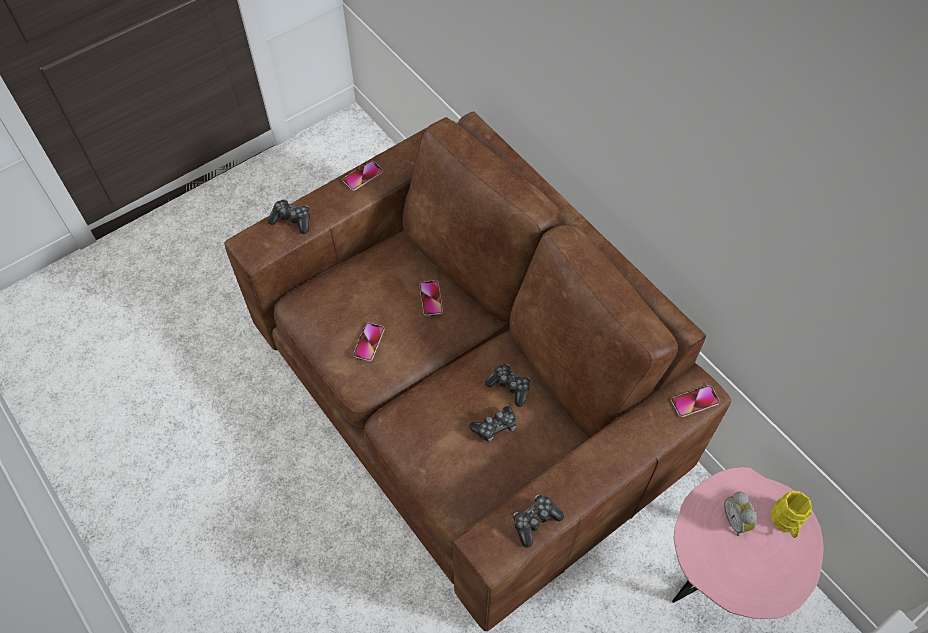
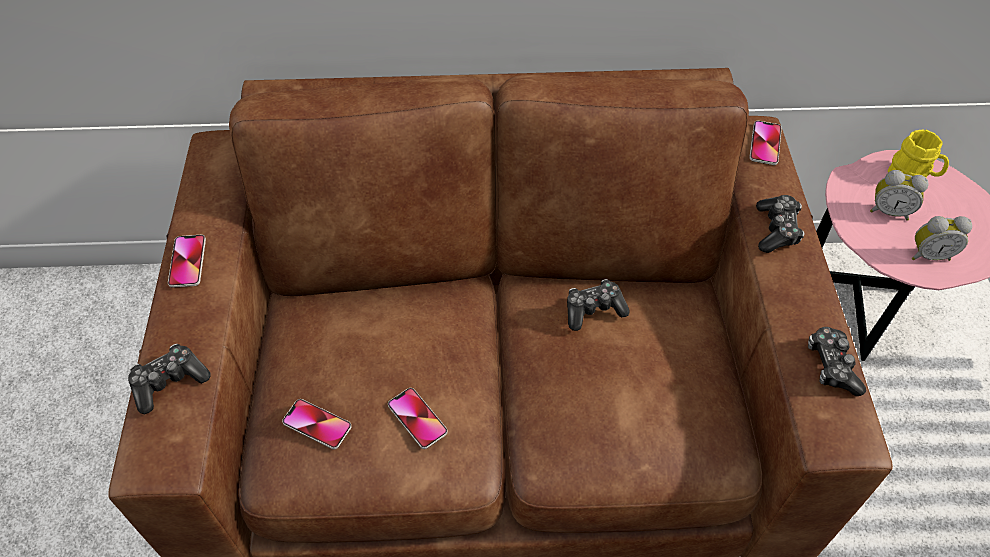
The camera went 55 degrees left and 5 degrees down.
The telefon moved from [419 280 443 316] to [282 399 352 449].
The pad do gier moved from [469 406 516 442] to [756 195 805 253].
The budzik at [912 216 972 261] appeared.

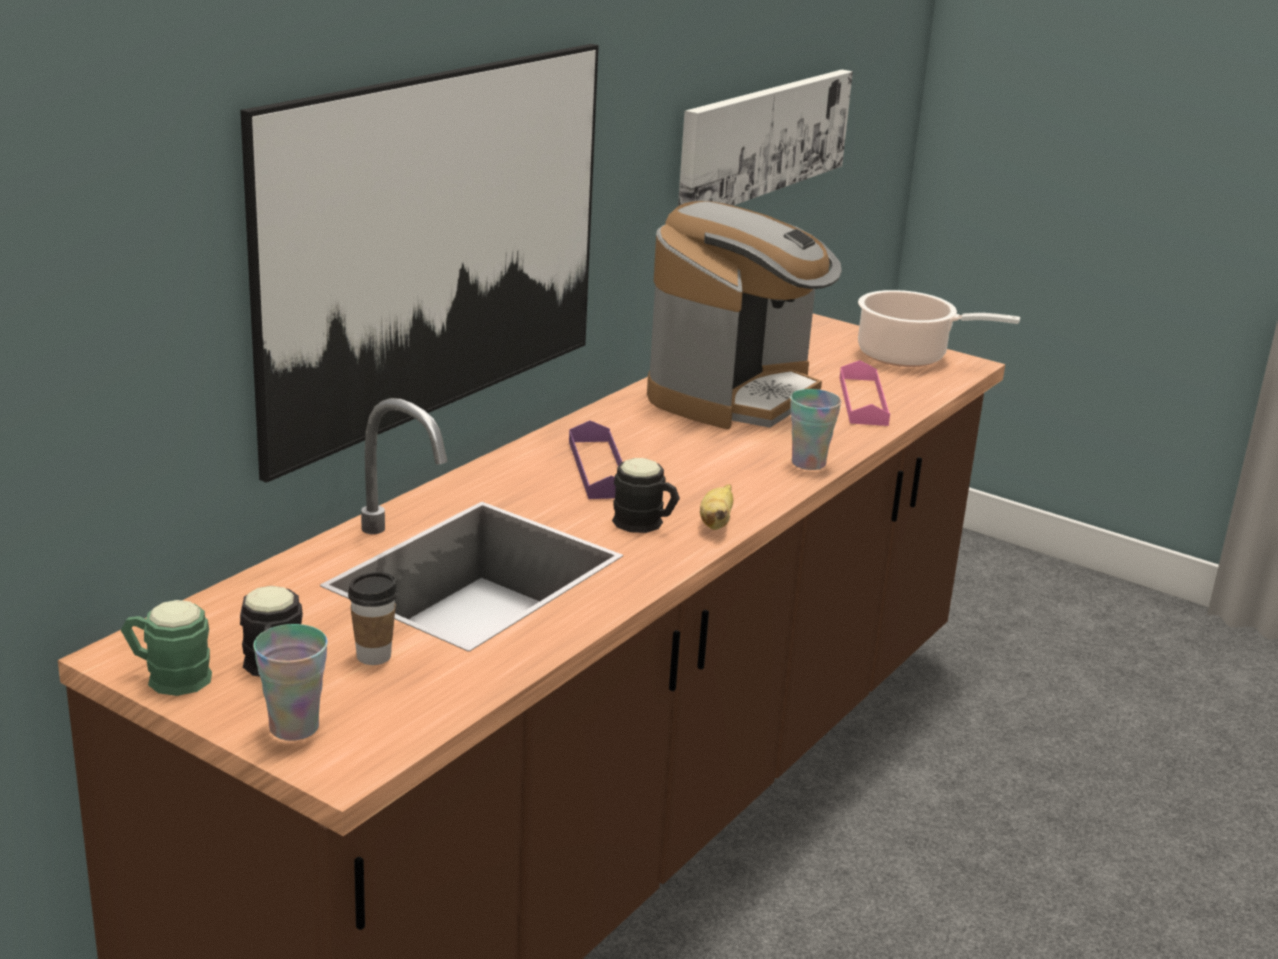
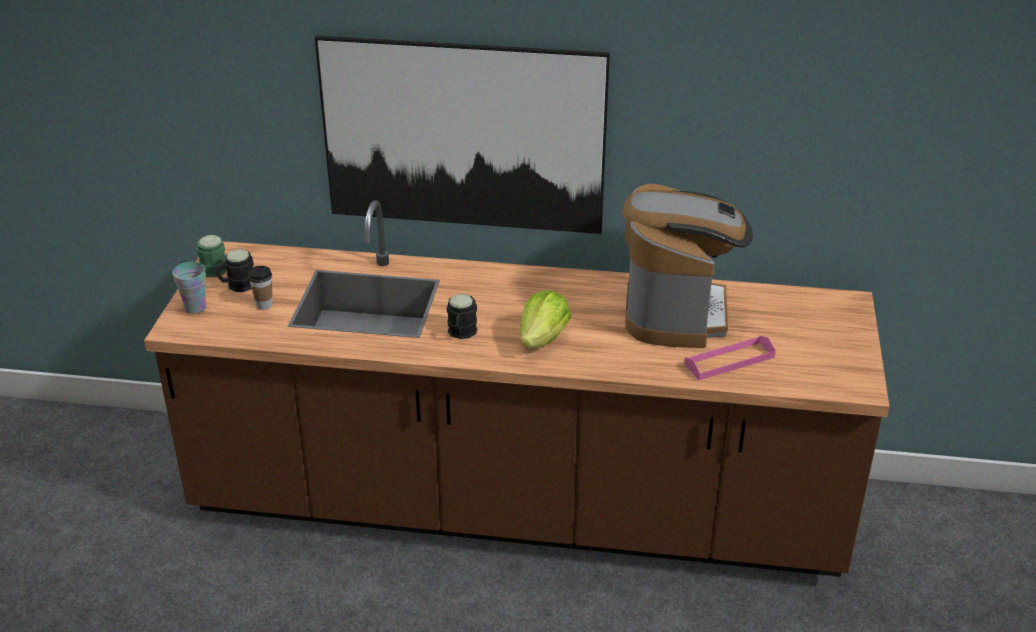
The camera went 65 degrees right and 10 degrees up.
The taca [fioletowy] at [569 420 622 499] disappeared.
The ekspres do kawy at [647 201 842 429] turned 90 degrees counterclockwise.
The obraz at [678 70 853 206] disappeared.
The banan at [700 484 733 530] disappeared.
The filiżanka at [790 389 841 470] disappeared.
The garnek at [858 290 1020 367] disappeared.
The sałata at [520 290 571 349] appeared.

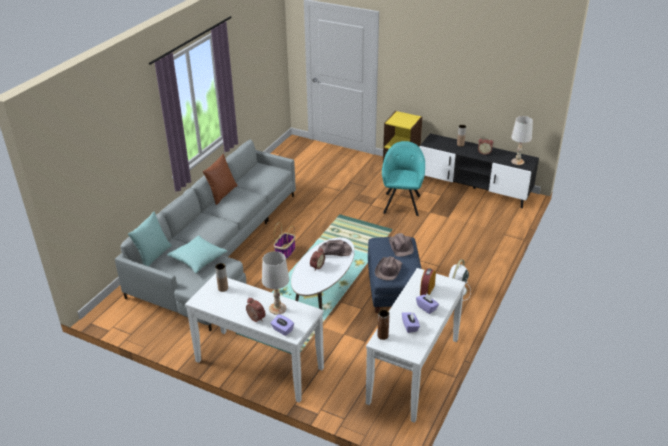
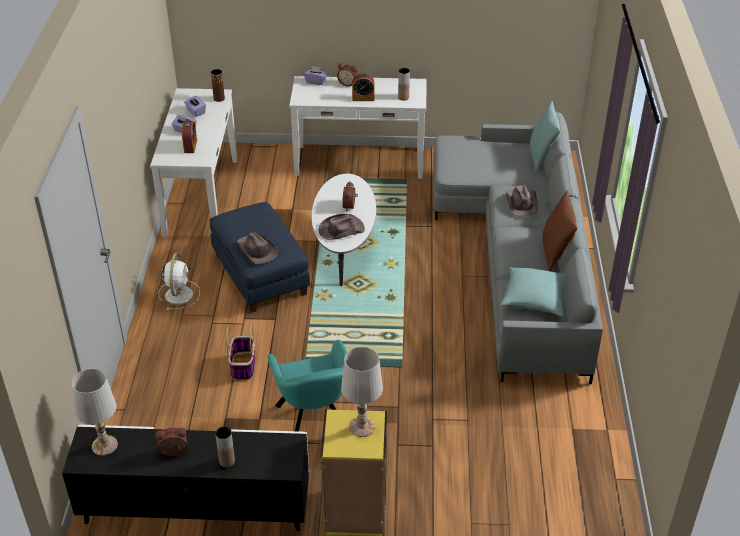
The camera went 155 degrees right and 5 degrees up.
The poduszka [turkusowy] moved from [167 236 227 273] to [500 267 565 316].
The lampa stołowa [biały] moved from [262 251 289 315] to [341 347 383 437].
The koszyk moved from [274 222 295 259] to [226 325 255 380].
The kapelusz [brązowy] moved from [375 256 403 281] to [506 185 538 216].
The budzik at [352 73 375 101] appeared.

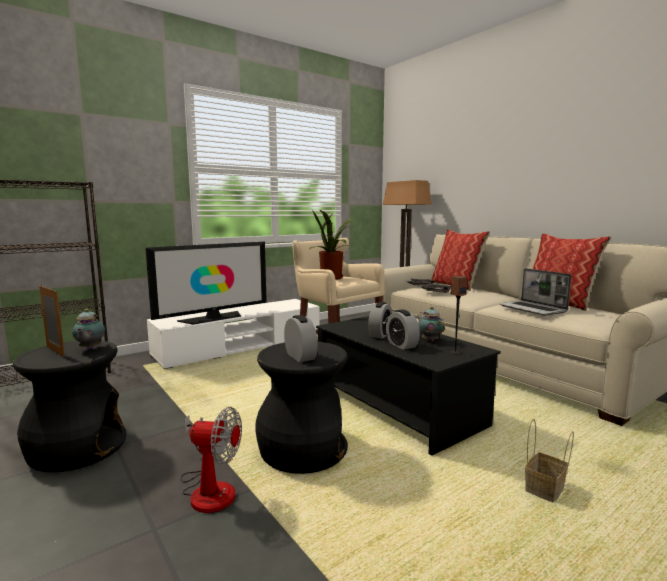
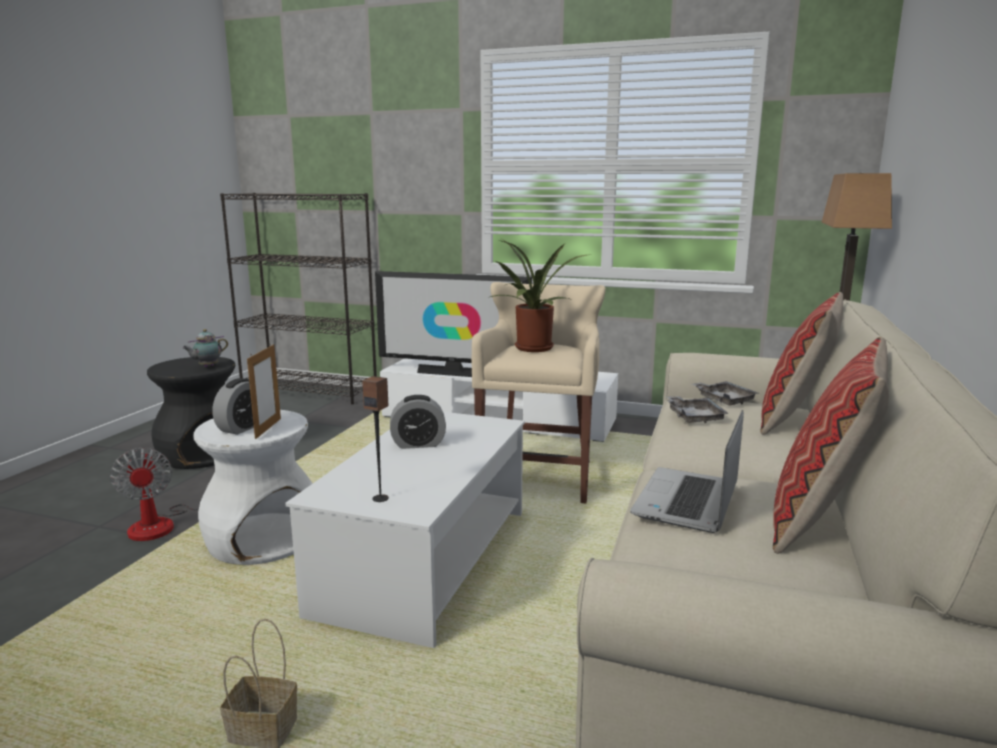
The camera went 55 degrees right and 5 degrees up.
The ramka na zdjęcie moved from [39 286 65 357] to [247 344 281 439].
The stołek [czarny] at [255 342 348 474] became the stołek [biały] at [194 410 313 565].
The ława [czarny] at [316 316 501 456] became the ława [biały] at [285 412 525 648].
The budzik at [386 310 420 350] disappeared.
The imbryk at [417 306 445 342] disappeared.

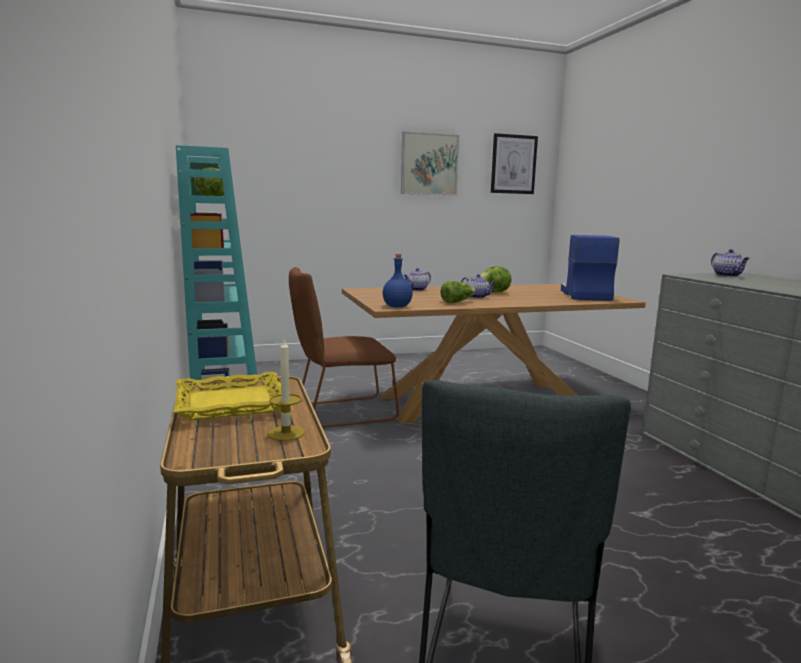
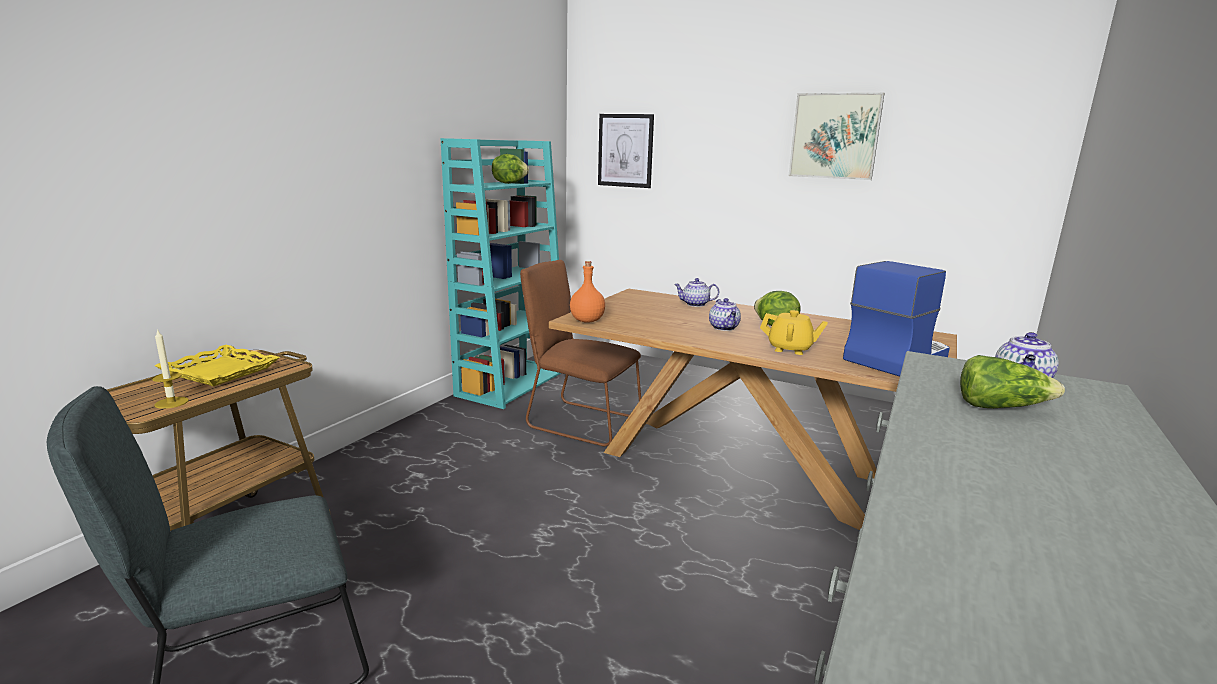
The camera went 45 degrees right and 5 degrees up.
The butelka [niebieski] at [383 254 413 308] became the butelka [pomarańczowy] at [570 261 605 323].
The sałata moved from [440 281 476 303] to [960 355 1065 408].
The obraz moved from [491 133 538 194] to [598 114 654 188].
The imbryk [żółty] at [760 310 828 355] appeared.

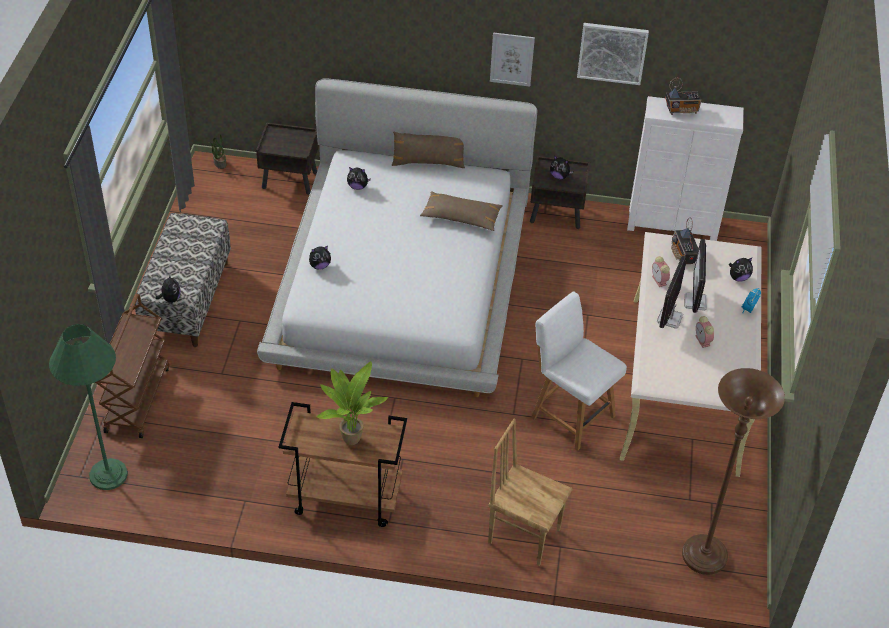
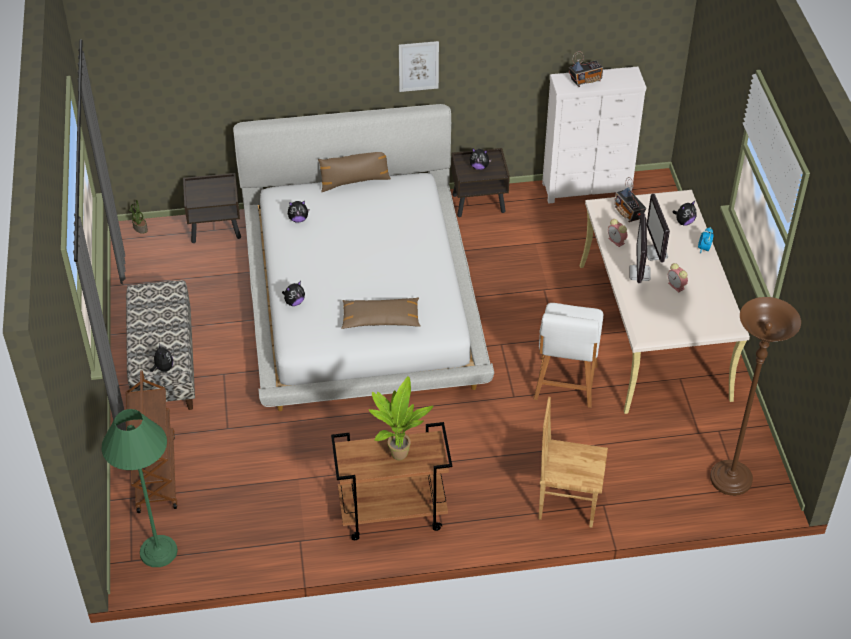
The camera went 15 degrees left and 0 degrees up.
The poduszka [brązowy] moved from [420 191 503 231] to [341 298 421 329].
The krzesło [biały] at [531 291 627 451] turned 105 degrees counterclockwise.
The obraz at [577 23 649 85] disappeared.

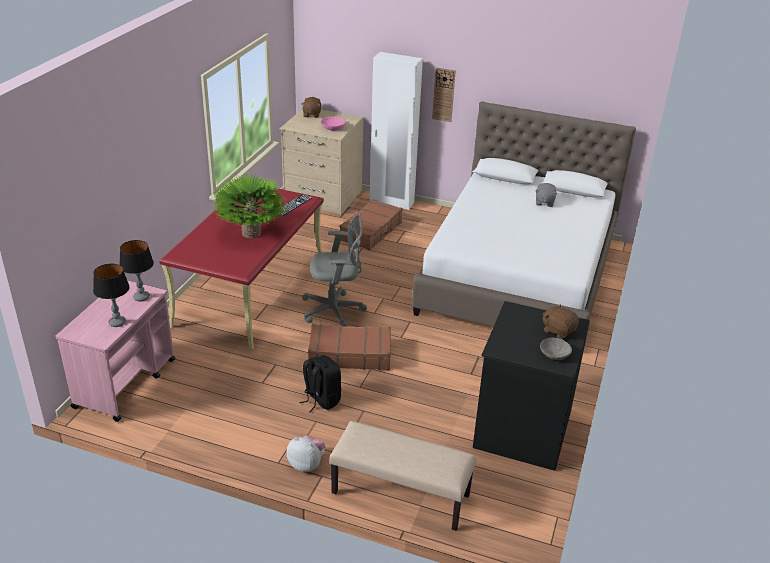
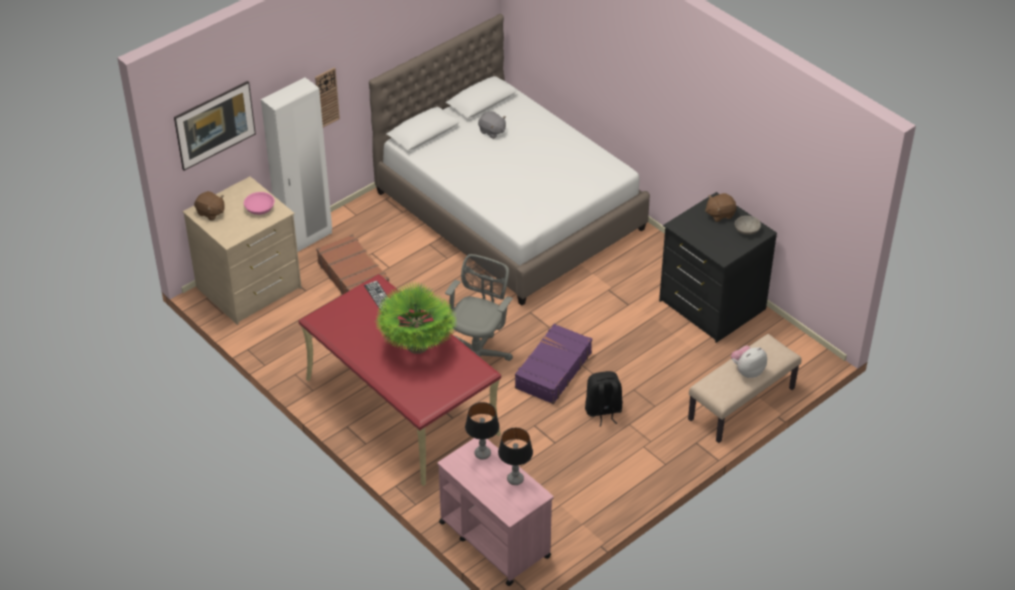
The camera went 60 degrees left and 10 degrees up.
The pluszak moved from [287 435 326 472] to [731 345 767 378].
The walizka [brązowy] at [308 324 391 370] became the walizka [fioletowy] at [515 323 592 404].
The obraz at [174 81 256 171] appeared.

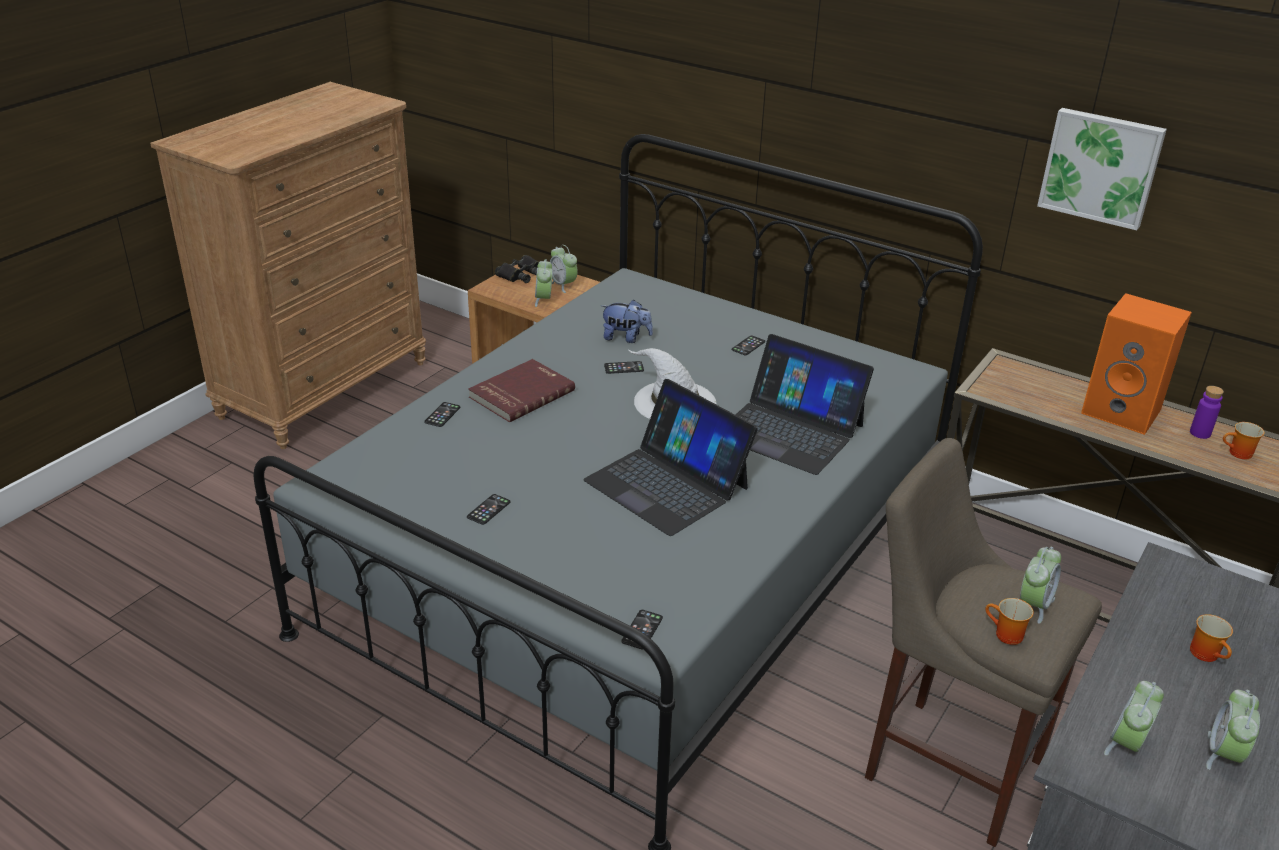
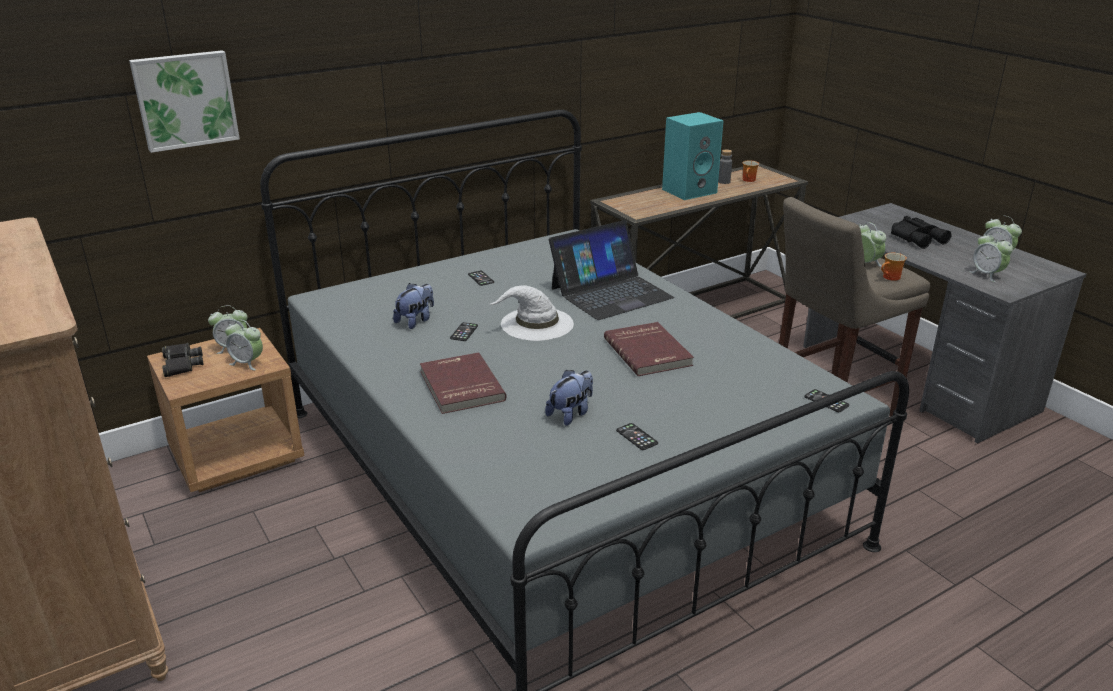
The camera went 65 degrees left and 5 degrees down.
The telefon at [424 402 460 427] disappeared.
The laptop at [583 379 758 536] was replaced by the książka [czerwony] at [604 322 694 376].
The obraz moved from [1037 108 1167 230] to [129 50 240 153].
The głośnik [pomarańczowy] at [1081 293 1192 435] became the głośnik [turkusowy] at [662 112 724 200].
The butelka [fioletowy] at [1190 386 1224 439] became the butelka [szary] at [718 150 732 184].
The kubek at [1190 614 1233 662] was replaced by the lornetka [czarny] at [891 216 951 249].
The pluszak at [545 370 593 426] appeared.

